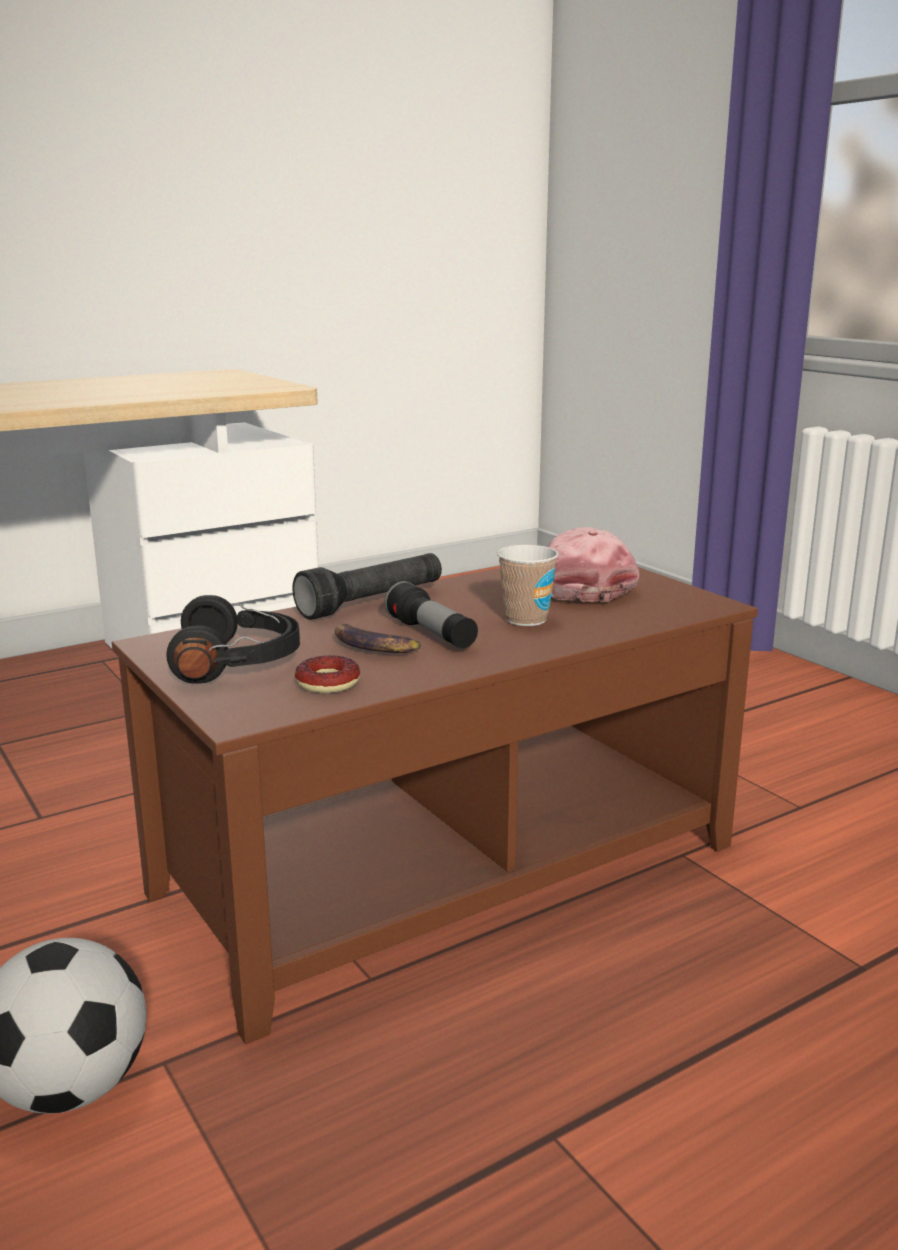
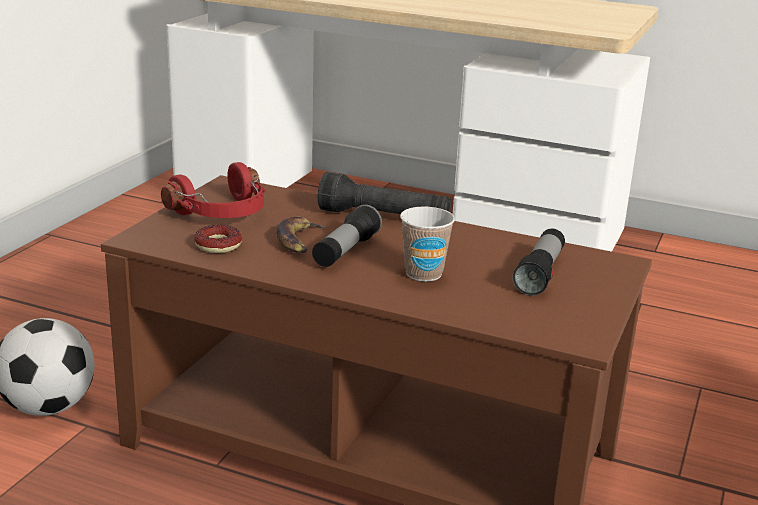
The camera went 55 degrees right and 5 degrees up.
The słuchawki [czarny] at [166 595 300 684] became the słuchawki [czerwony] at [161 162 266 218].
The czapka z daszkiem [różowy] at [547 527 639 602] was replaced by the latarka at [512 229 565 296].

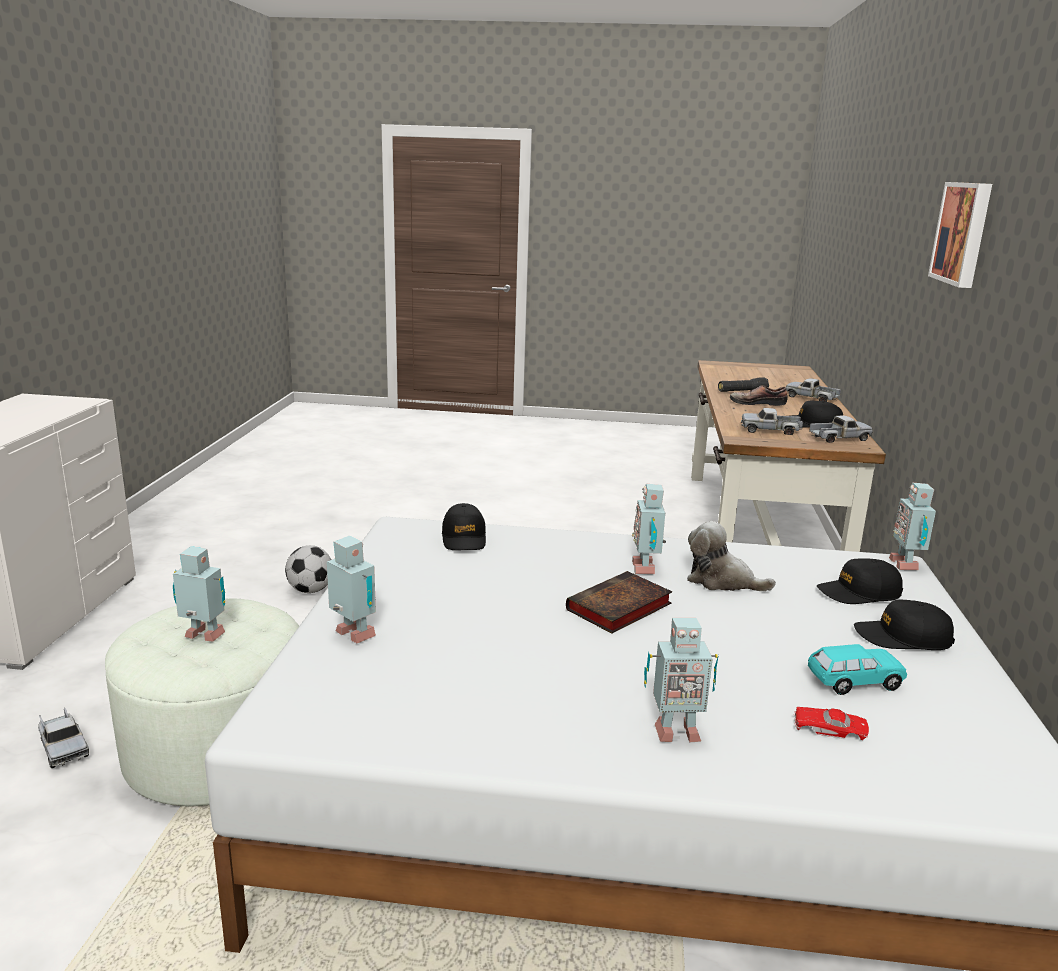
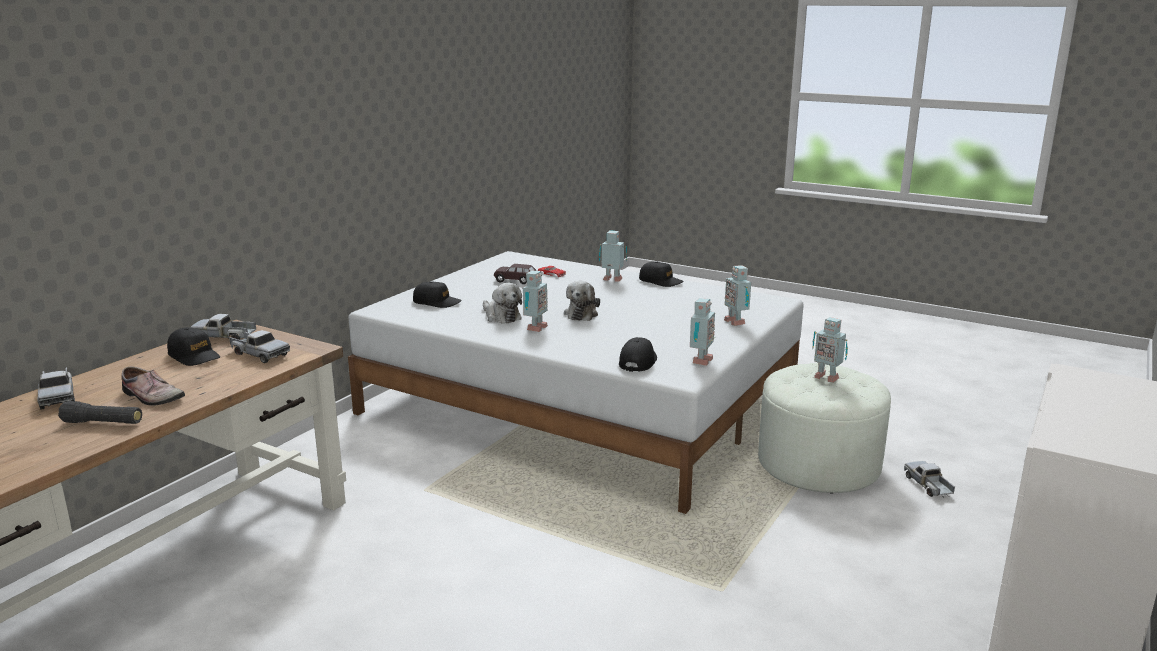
The camera went 155 degrees left and 0 degrees up.
The piłka futbolowa at [285 545 331 593] disappeared.
The książka at [566 571 672 634] was replaced by the pluszak at [564 281 600 321].
The samochodzik [turkusowy] at [808 644 907 695] became the samochodzik [brązowy] at [494 264 536 284].
The czapka z daszkiem [czarny] moved from [854 600 955 650] to [639 261 684 287].
The robot zabawkowy moved from [889 482 936 570] to [690 298 715 366].
The obraz at [928 182 992 288] disappeared.

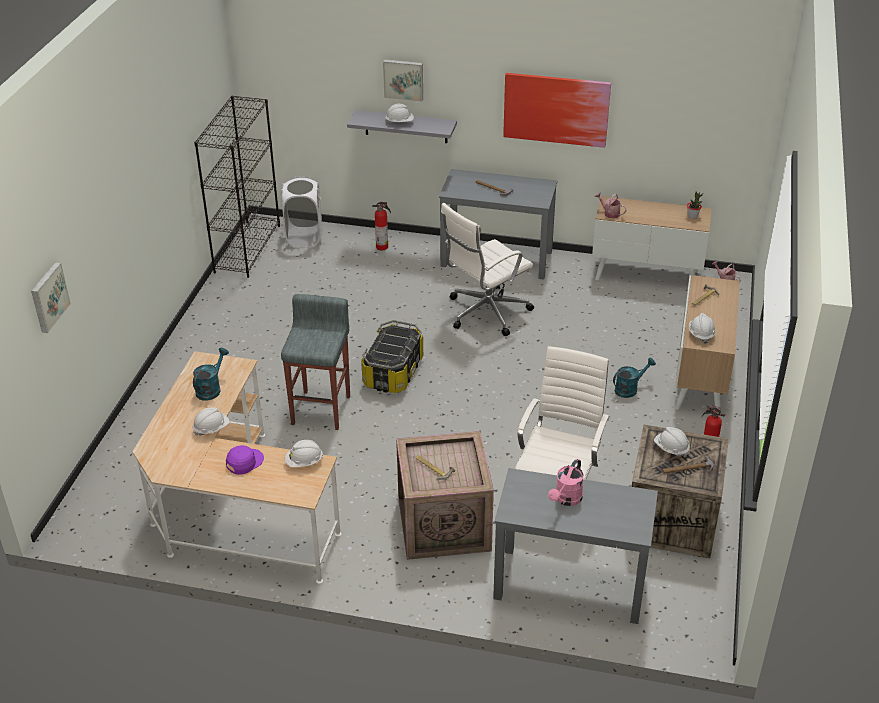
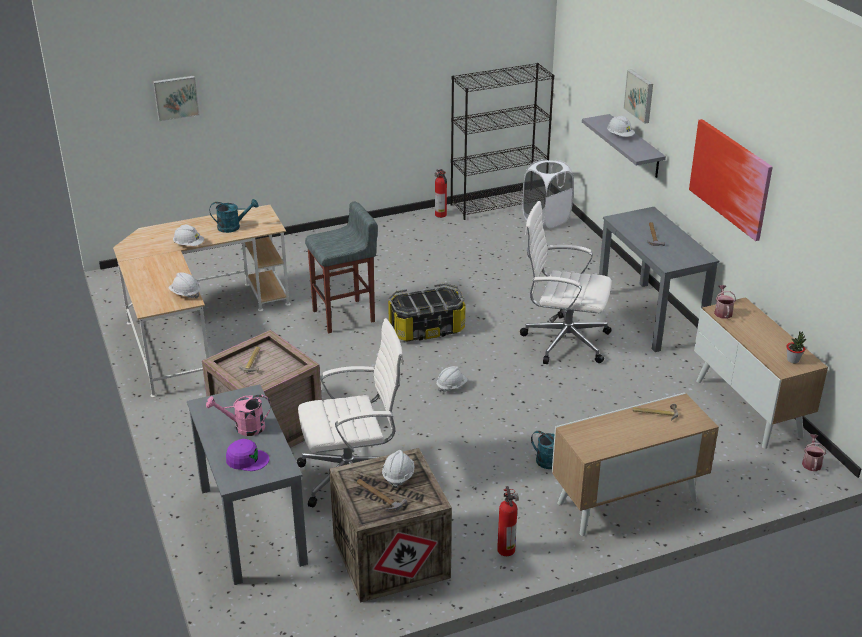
The camera went 55 degrees right and 5 degrees down.
The czapka z daszkiem [fioletowy] moved from [226 445 264 475] to [226 439 269 471].
The gaśnica moved from [373 202 391 251] to [435 169 447 218].
The kask [biały] moved from [689 313 715 344] to [436 366 468 393].

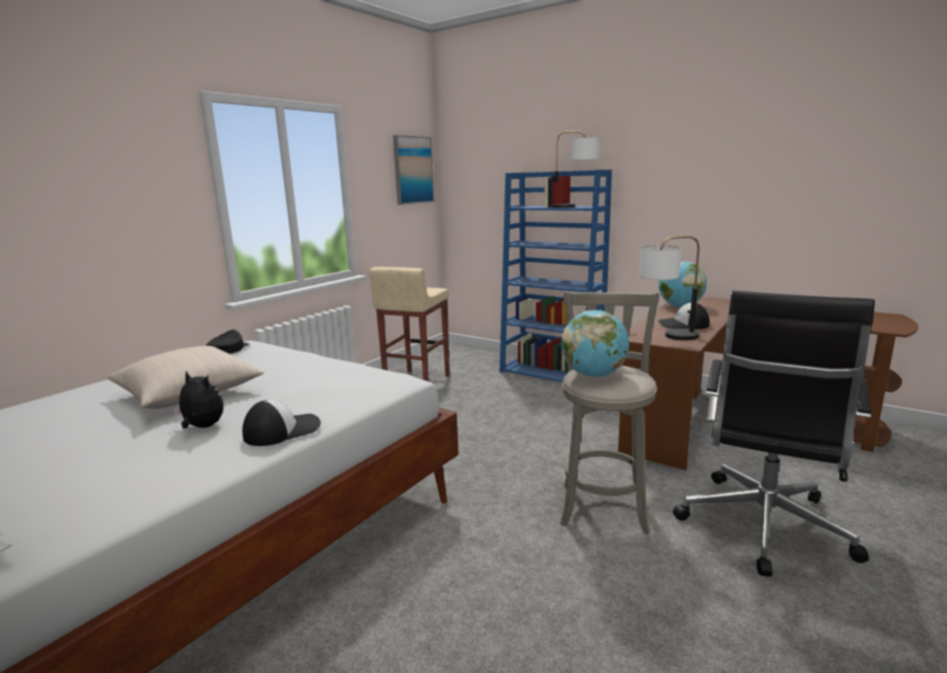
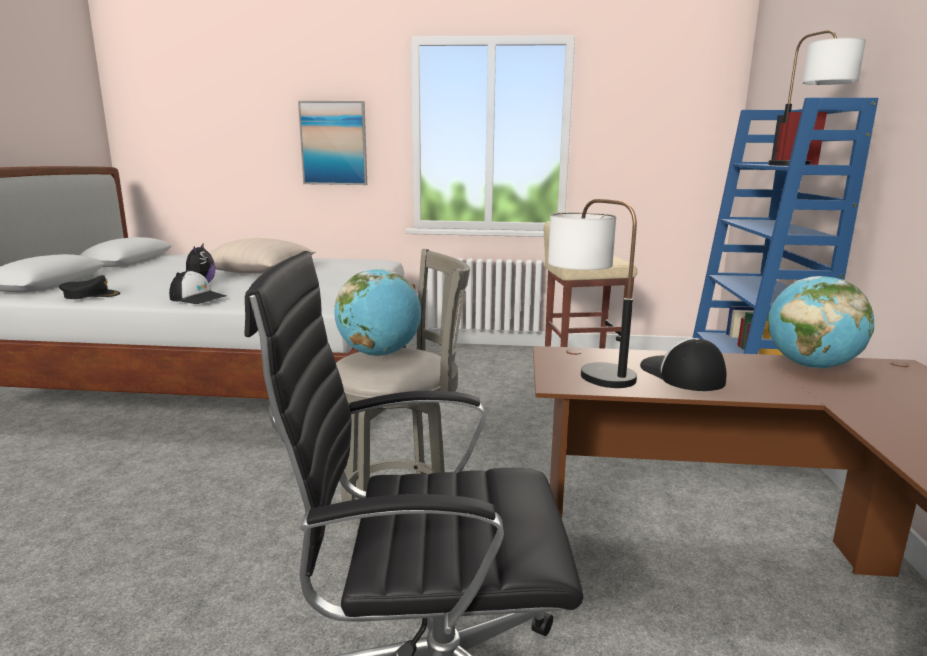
The camera went 60 degrees right and 0 degrees up.
The czapka z daszkiem [czarny] moved from [206 330 249 354] to [59 275 120 299].
The obraz moved from [393 135 434 205] to [298 101 367 185].

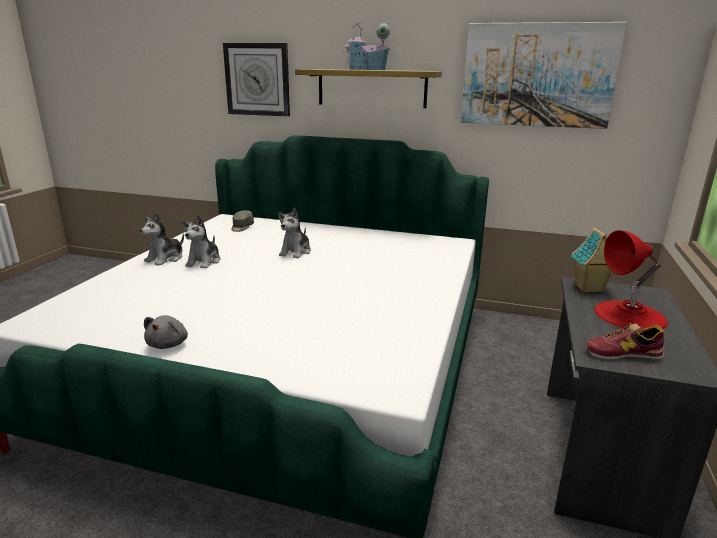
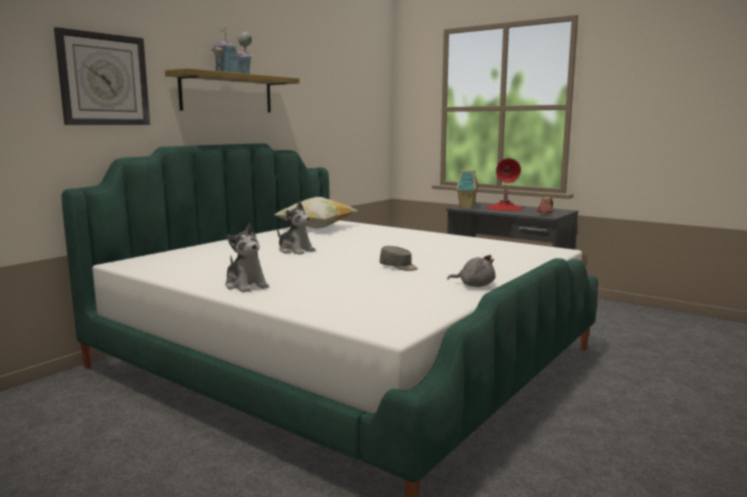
The camera went 70 degrees left and 10 degrees down.
The pluszak at [182 215 221 269] disappeared.
The czapka z daszkiem [szary] moved from [231 210 254 232] to [380 246 418 271].
The obraz at [461 22 627 129] disappeared.
The poduszka at [274 197 358 229] appeared.

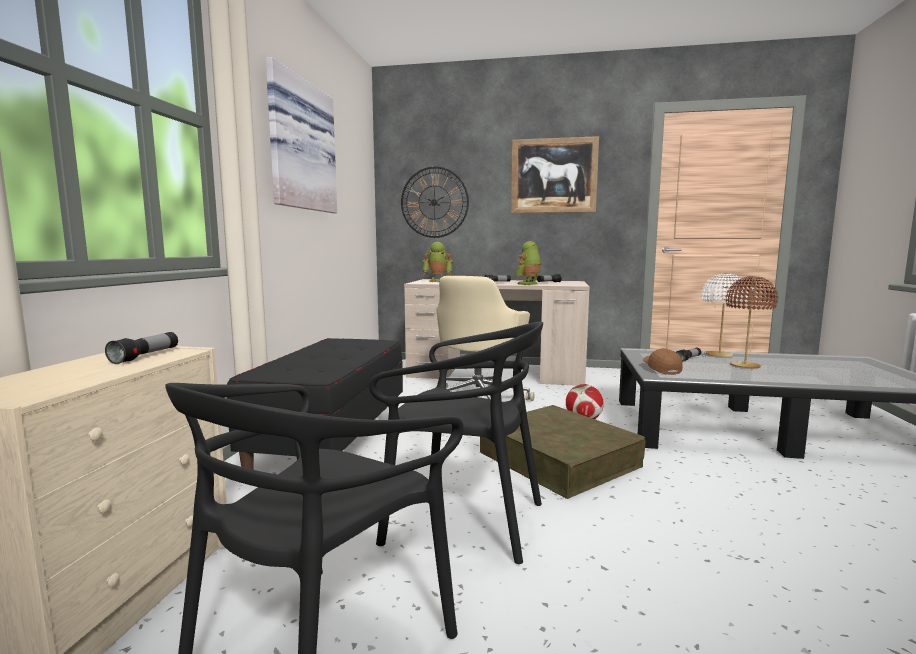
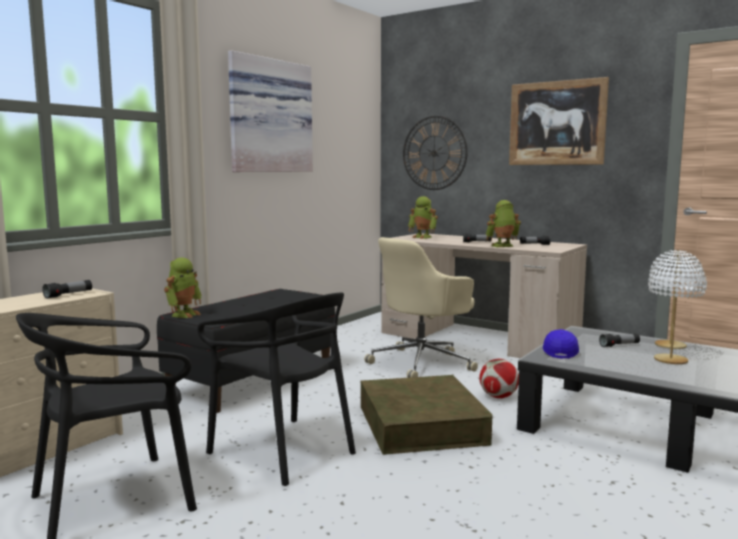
The camera went 25 degrees right and 0 degrees up.
The czapka z daszkiem [brązowy] at [643 348 683 375] became the czapka z daszkiem [niebieski] at [543 329 579 359].
The lampa stołowa [brązowy] at [726 276 778 368] became the lampa stołowa [biały] at [648 257 707 364].
The robot zabawkowy at [164 258 202 318] appeared.

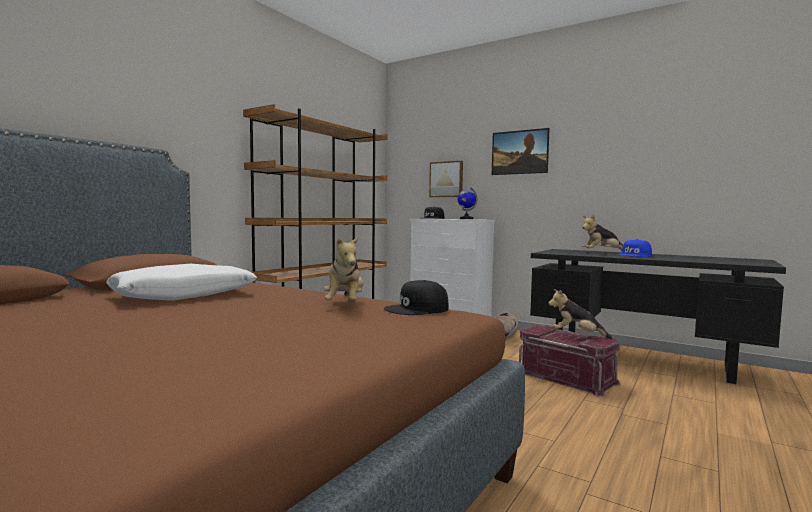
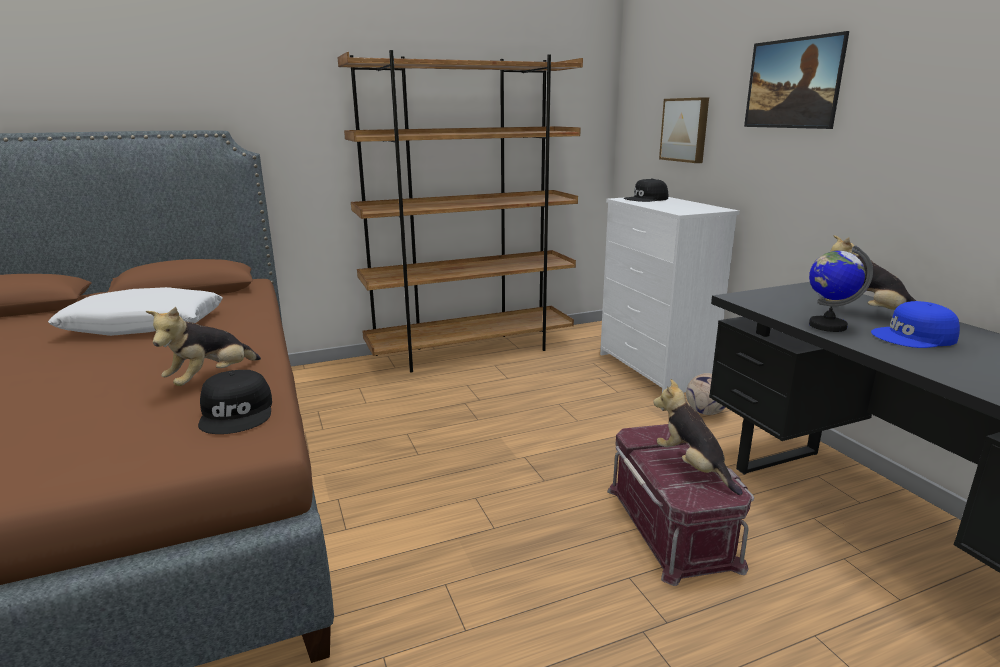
The camera went 35 degrees right and 15 degrees up.
The czapka z daszkiem [czarny] at [384 280 449 315] turned 120 degrees counterclockwise.
The globus moved from [457 188 477 219] to [809 245 873 332].

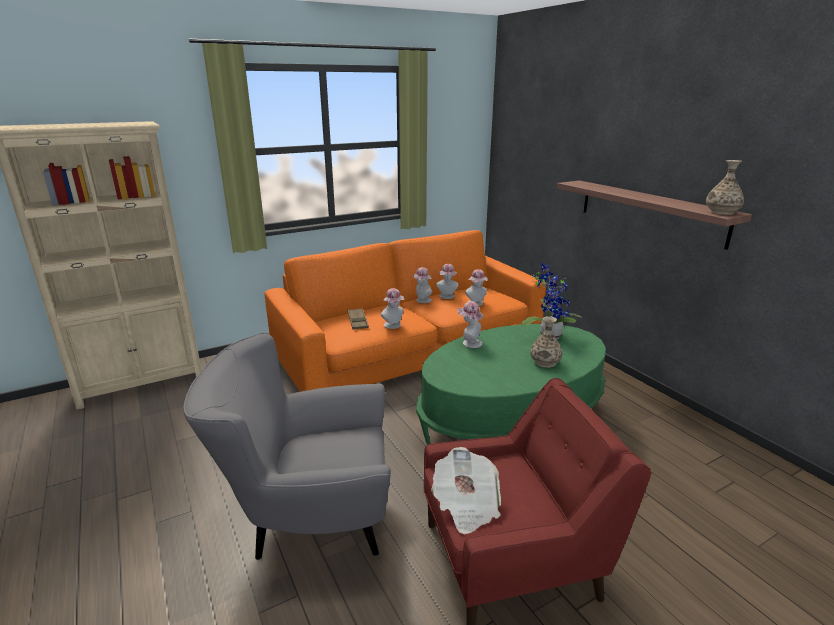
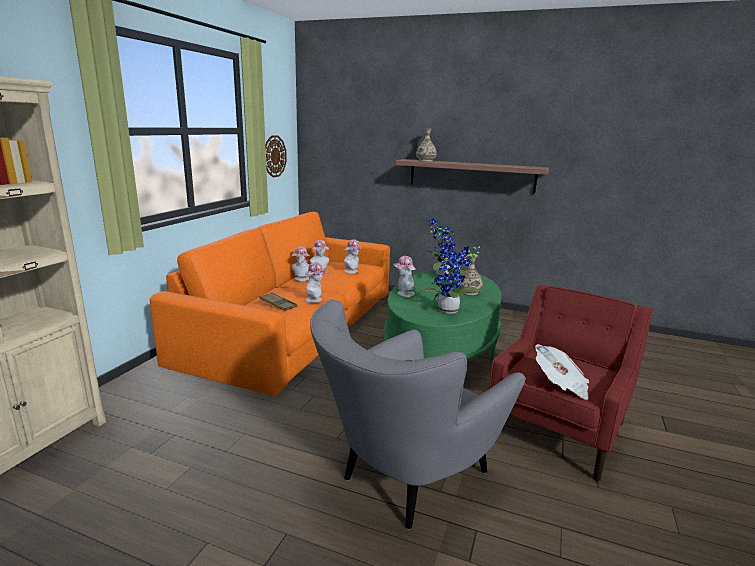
The camera went 40 degrees left and 5 degrees down.
The wazon moved from [706 160 744 215] to [416 128 437 161].
The zegar ścienny at [265 135 287 178] appeared.
The roślina doniczkowa at [421 246 482 314] appeared.

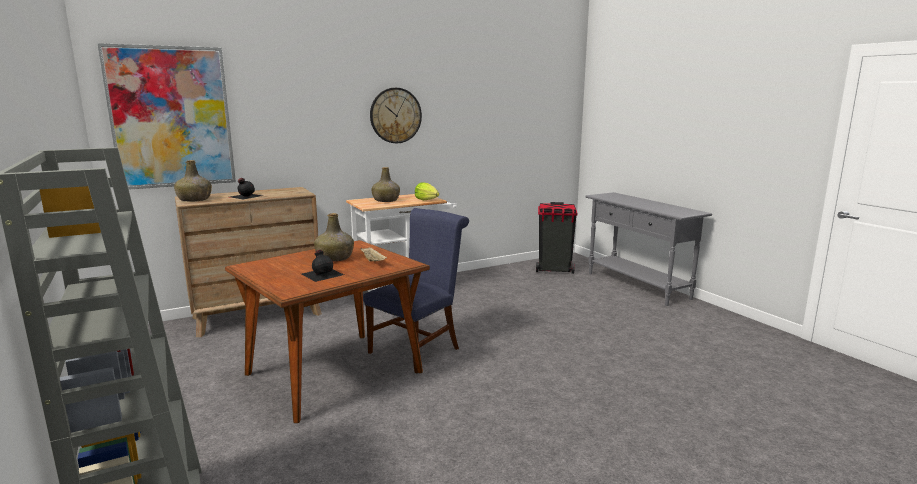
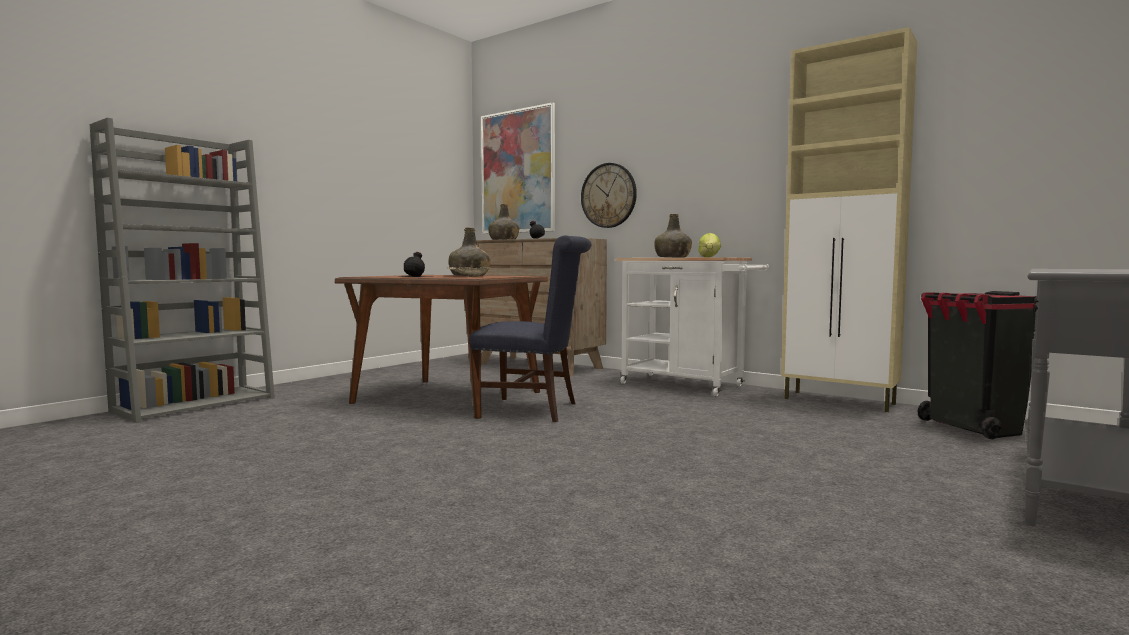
The camera went 65 degrees right and 10 degrees down.
The zegar ścienny moved from [370 88 422 143] to [581 163 637 228].
The szafka [beżowy] at [781 27 917 412] appeared.

